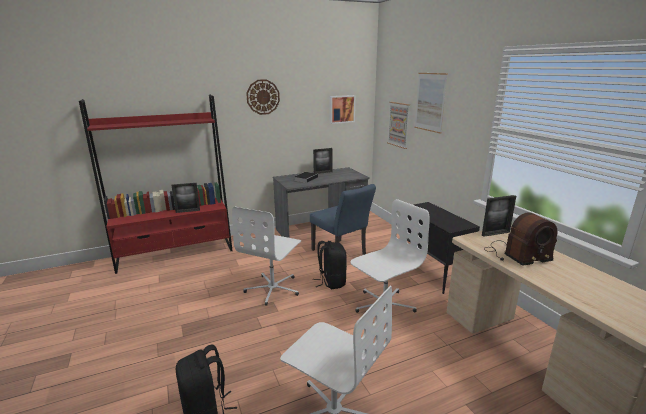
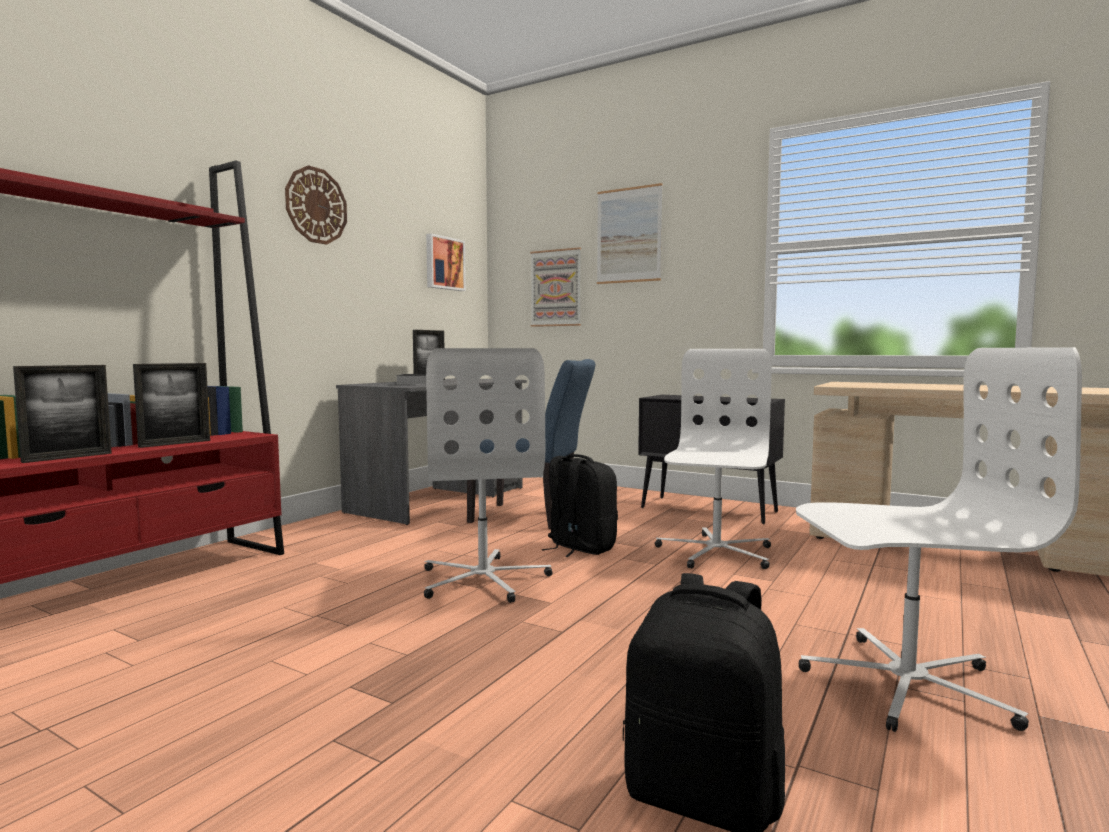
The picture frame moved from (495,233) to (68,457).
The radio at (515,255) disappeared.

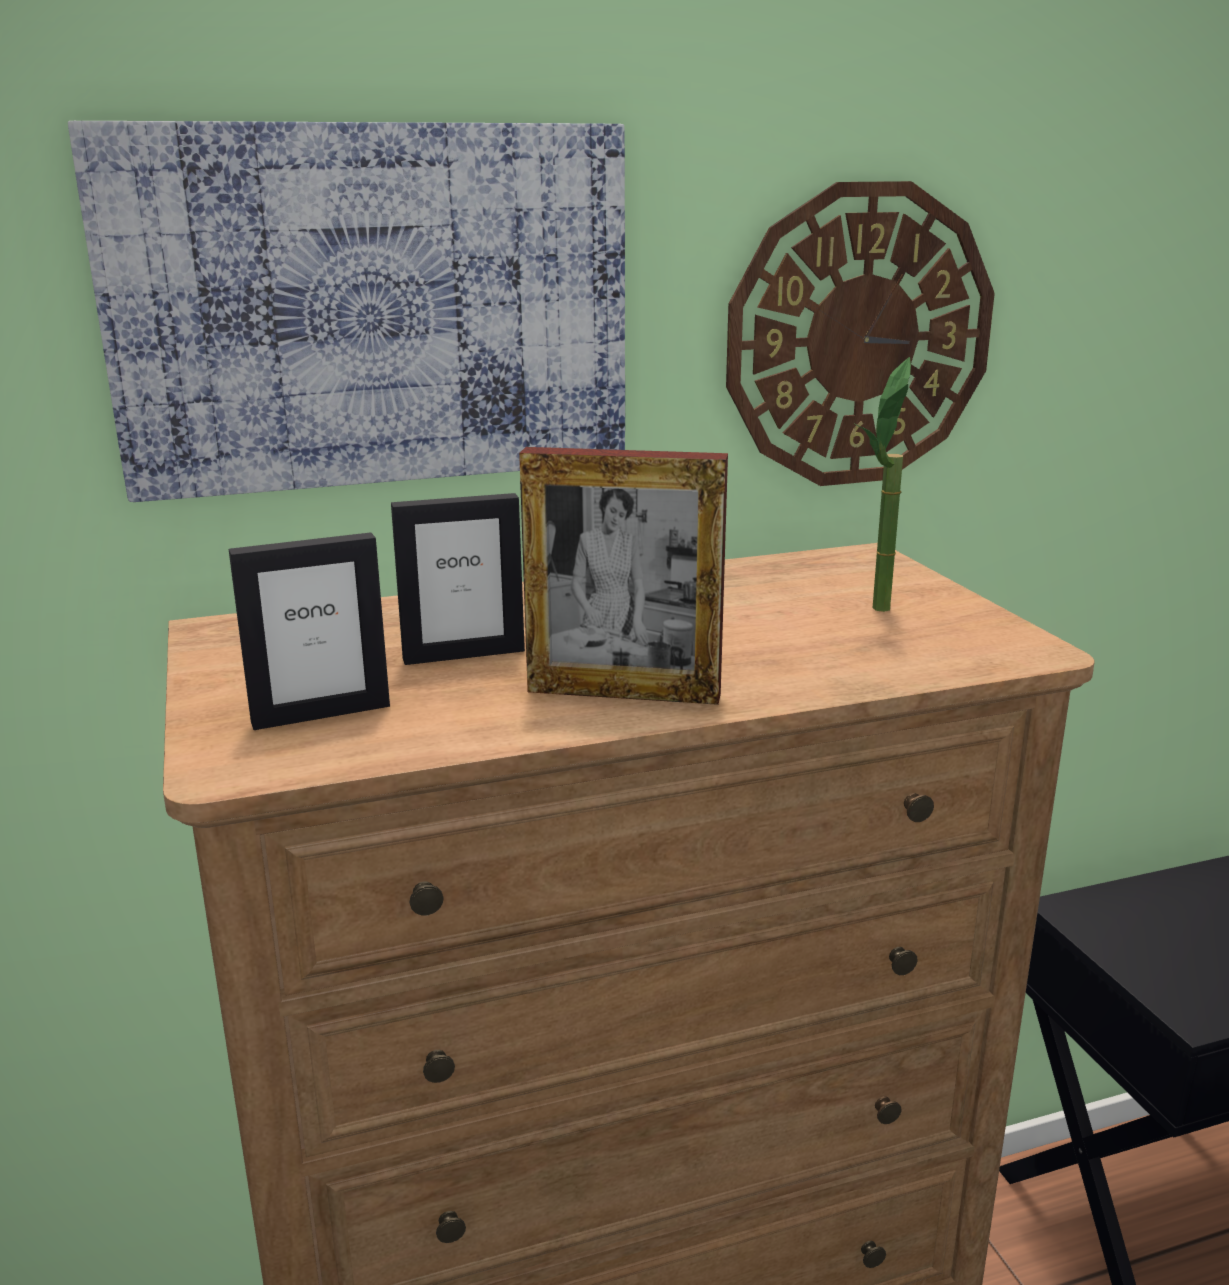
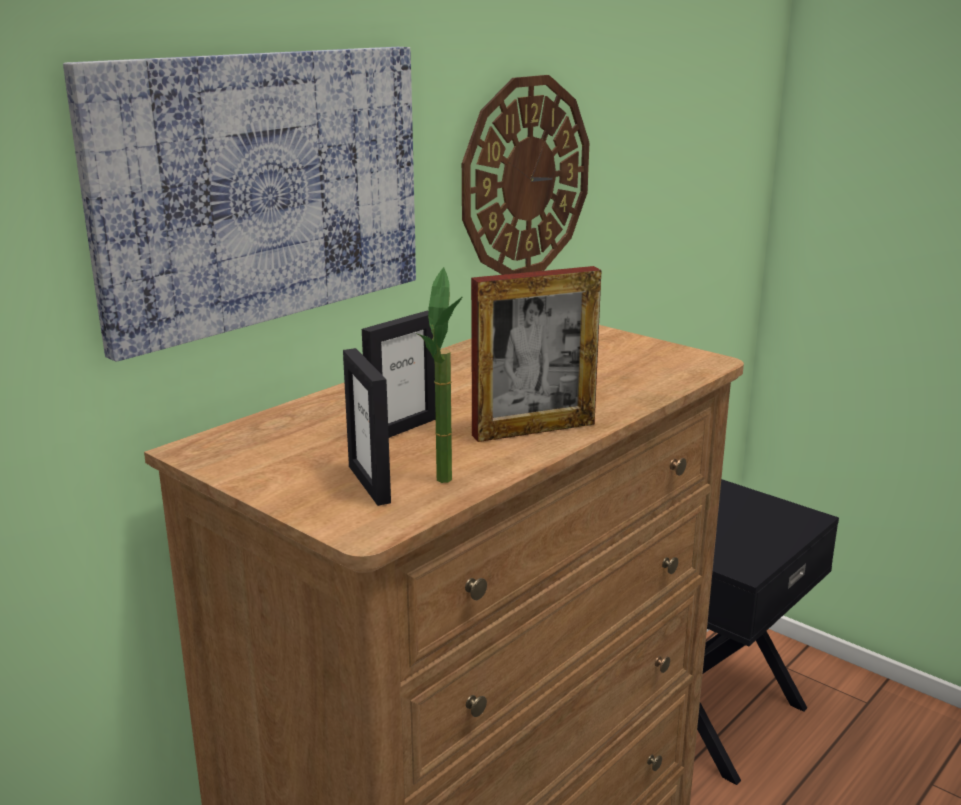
The picture frame at (321,714) turned 120 degrees clockwise.
The potted plant moved from (878,614) to (446,486).

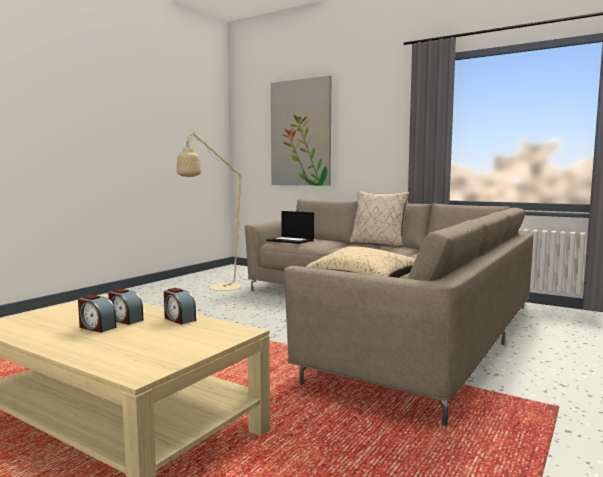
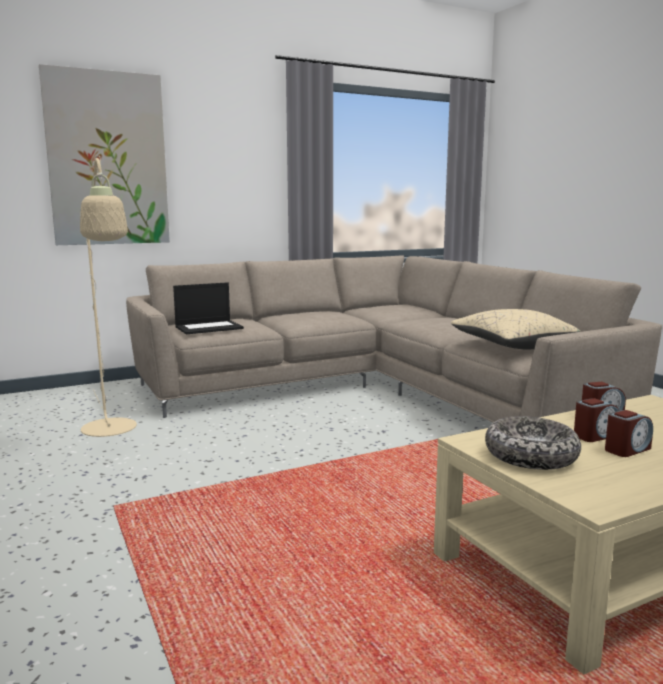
The serving bowl at (530,456) appeared.
The beige pillow at (378,244) disappeared.

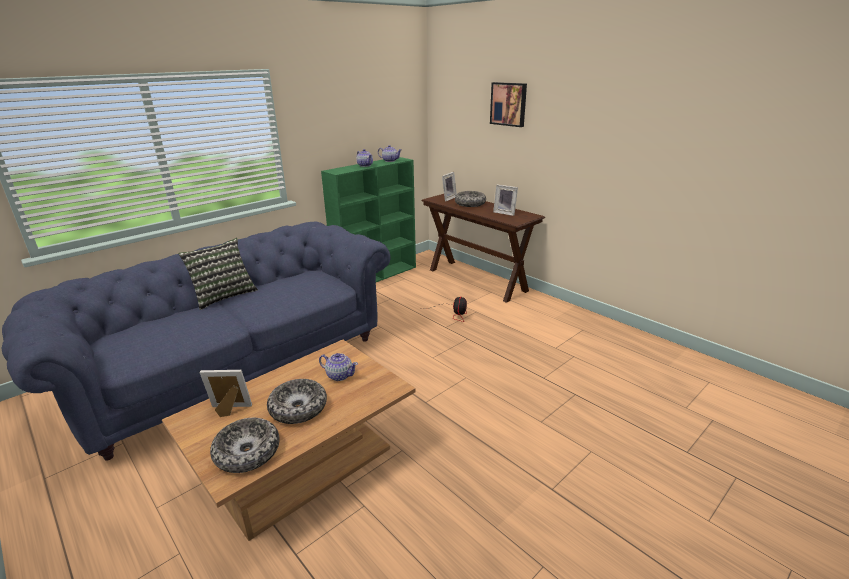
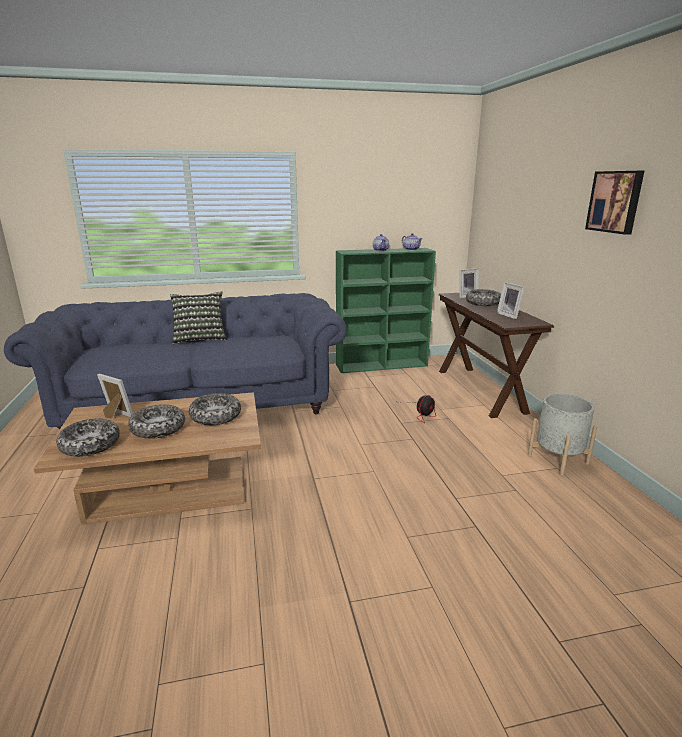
The teapot at (339,375) was replaced by the serving bowl at (216,416).
The gray planter at (558,459) appeared.
The wall picture moved from (509,104) to (615,202).

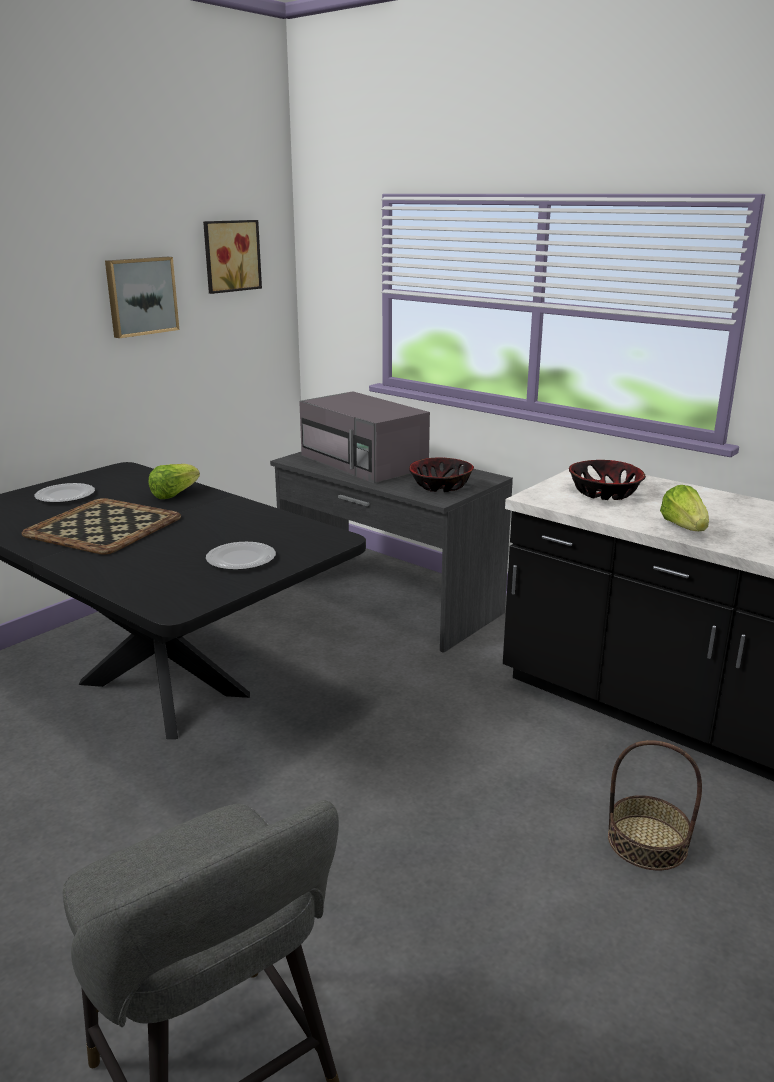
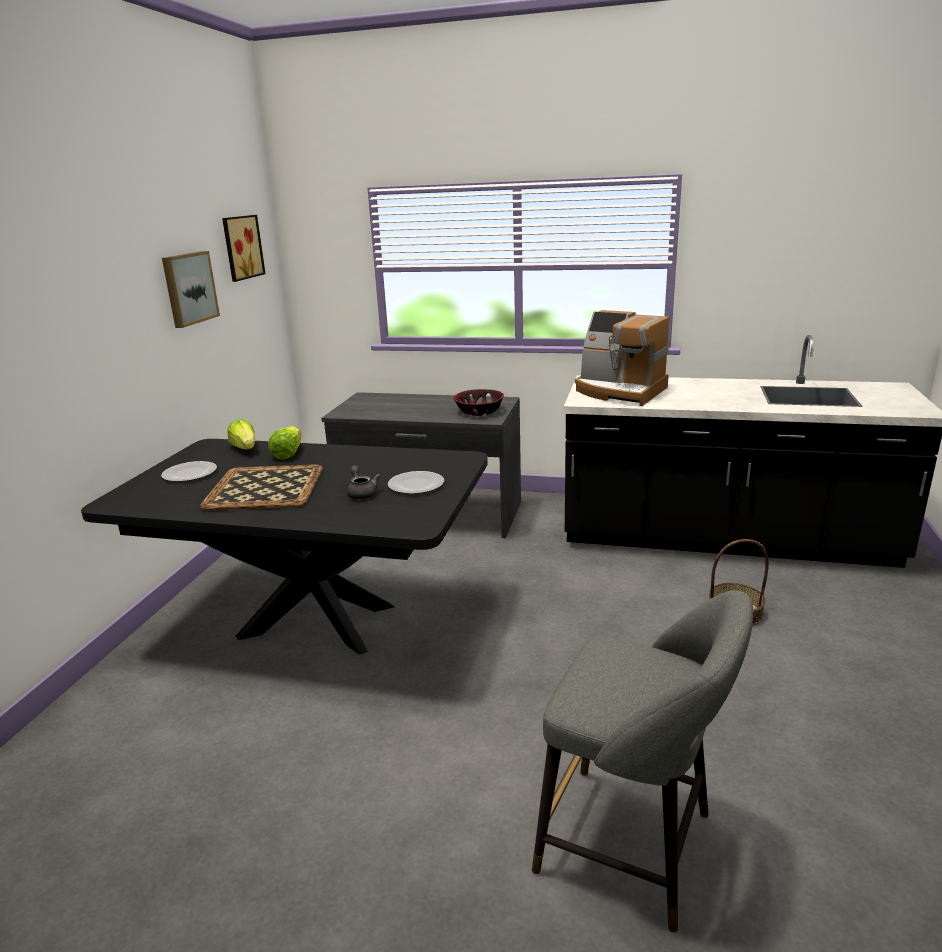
The lettuce head moved from (684,528) to (245,448).
The gray teapot at (362,493) appeared.
The serving bowl at (605,493) was replaced by the coffee machine at (620,391).
The gray microwave at (364,462) disappeared.

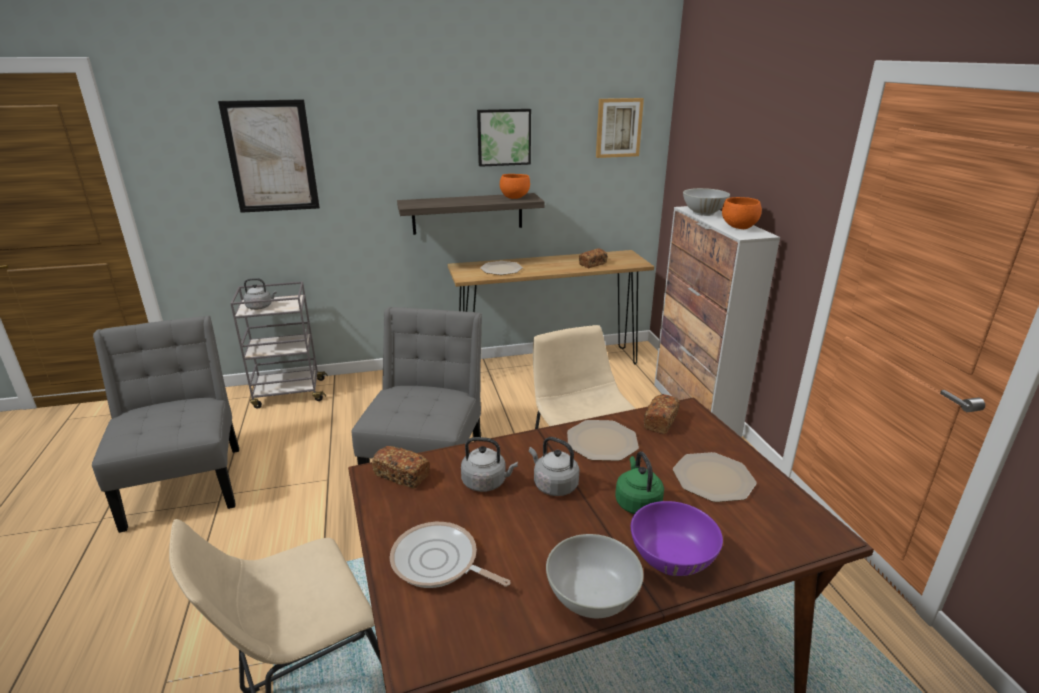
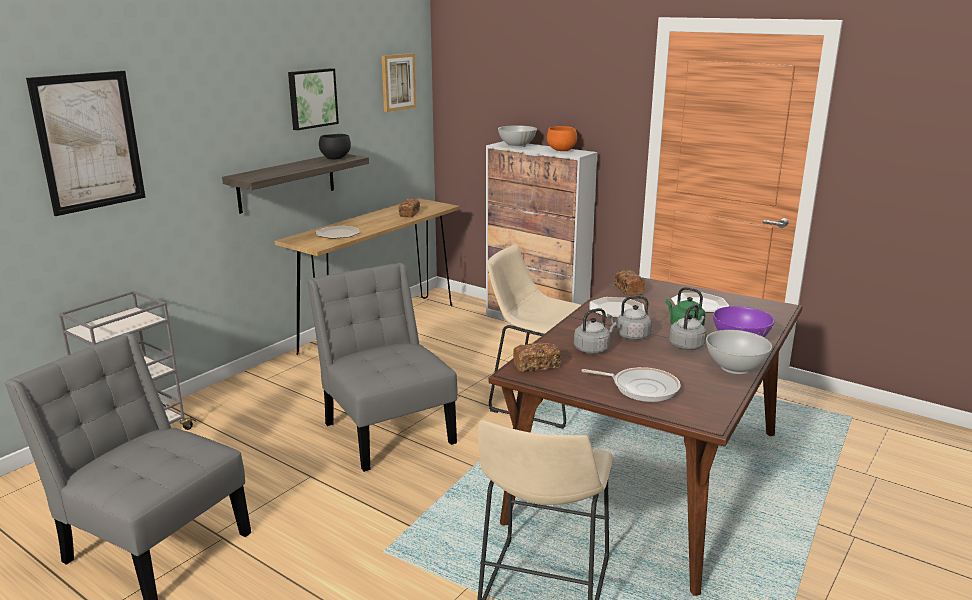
The orange serving bowl at (514,197) became the black serving bowl at (335,158).
The skillet at (438,562) turned 150 degrees counterclockwise.
The gray tea kettle moved from (261,307) to (687,345).

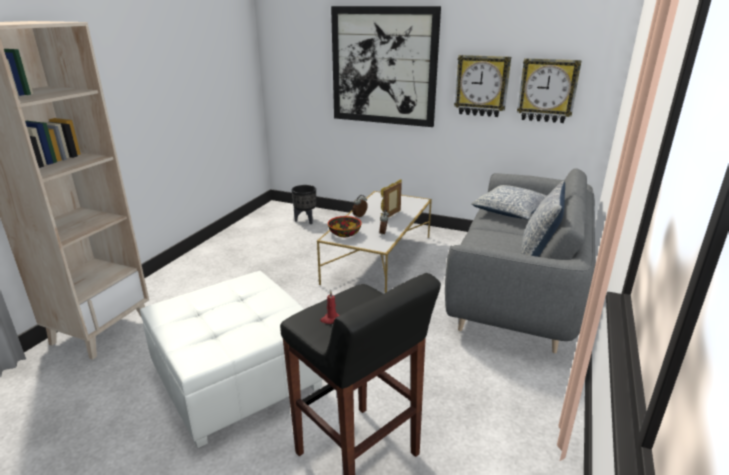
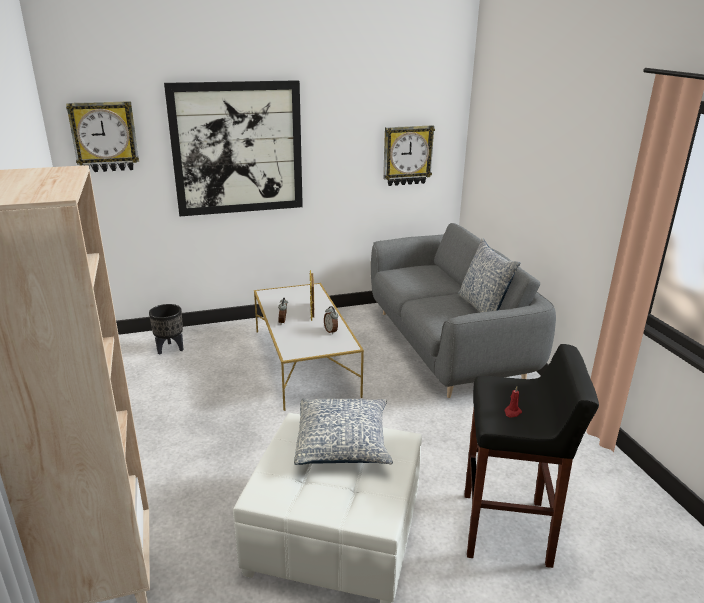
The clock on the wall moved from (482,86) to (104,137).
The pillow moved from (511,211) to (343,443).
The serving bowl at (344,234) disappeared.

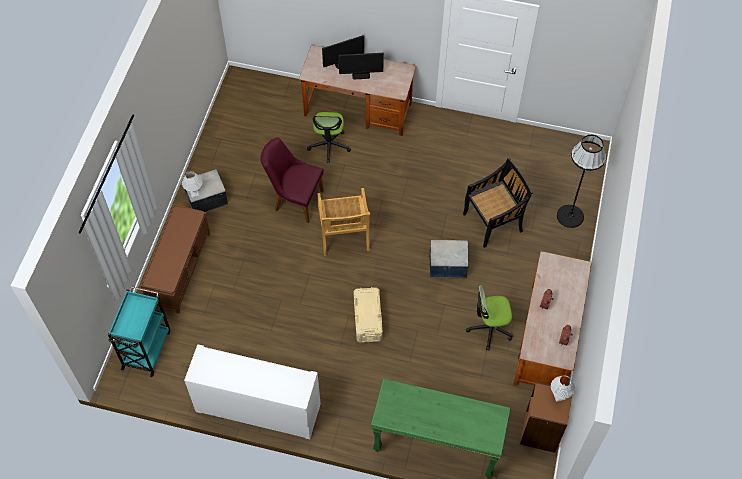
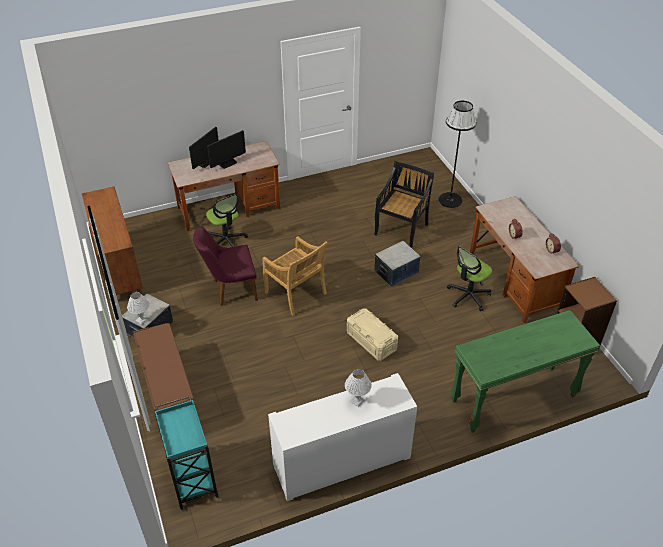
The brownish cabinet at (118,268) appeared.
The white table lamp moved from (559,396) to (357,400).

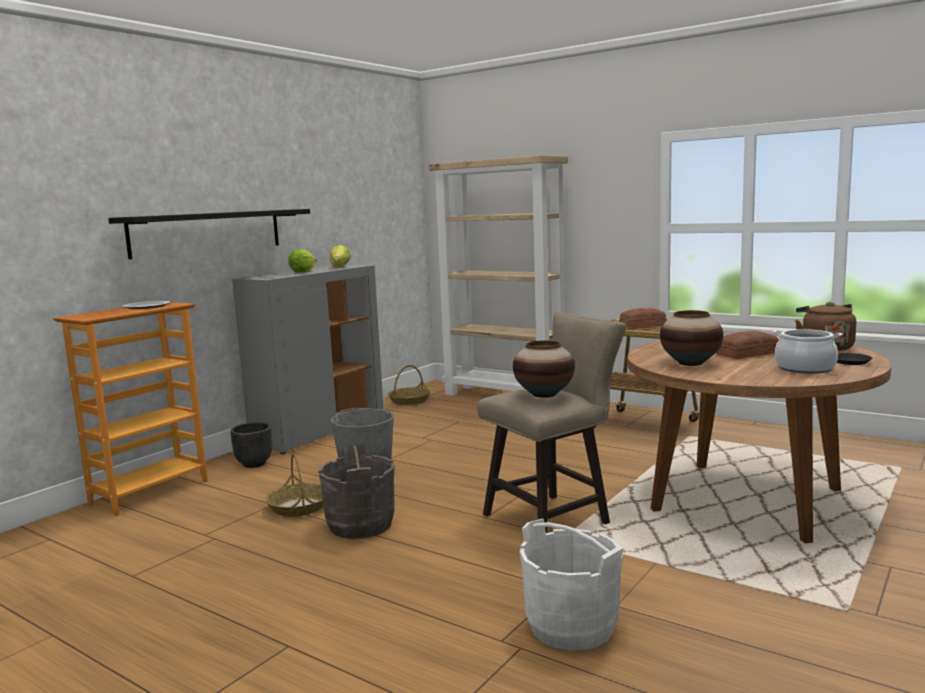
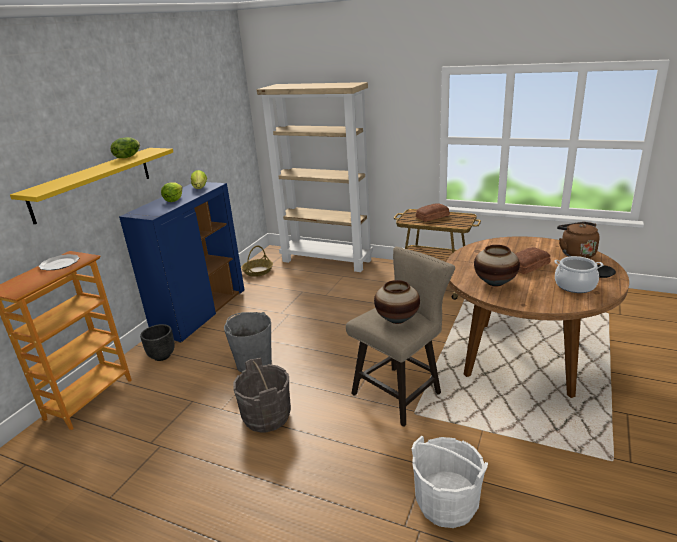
The black shelf at (208,232) became the yellow-coloured shelf at (93,183).
The lettuce head at (127,157) appeared.
The gray cabinet at (320,431) became the blue cabinet at (201,313).
The storage basket at (299,507) disappeared.

